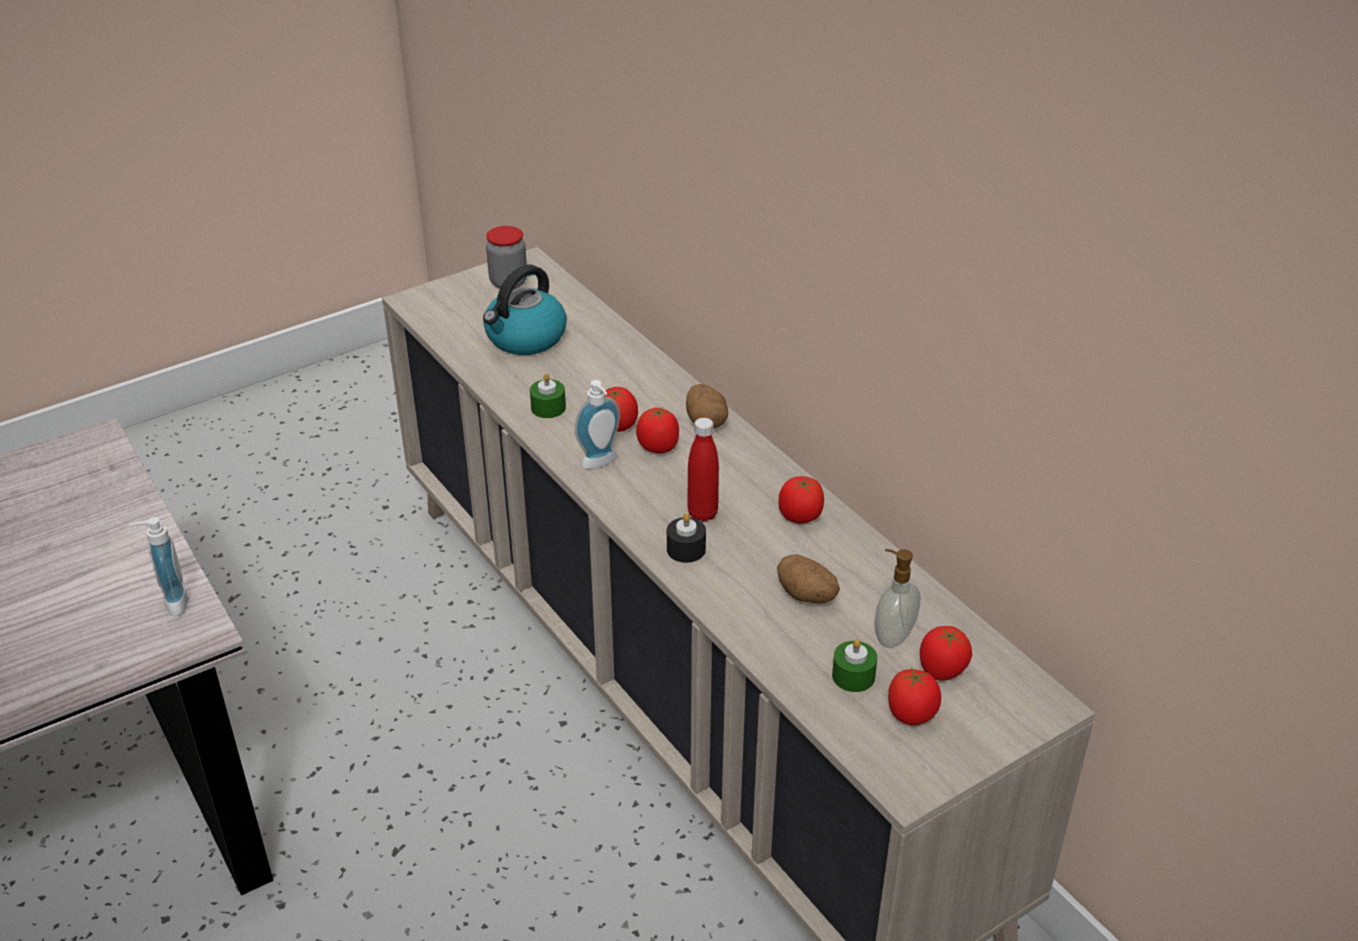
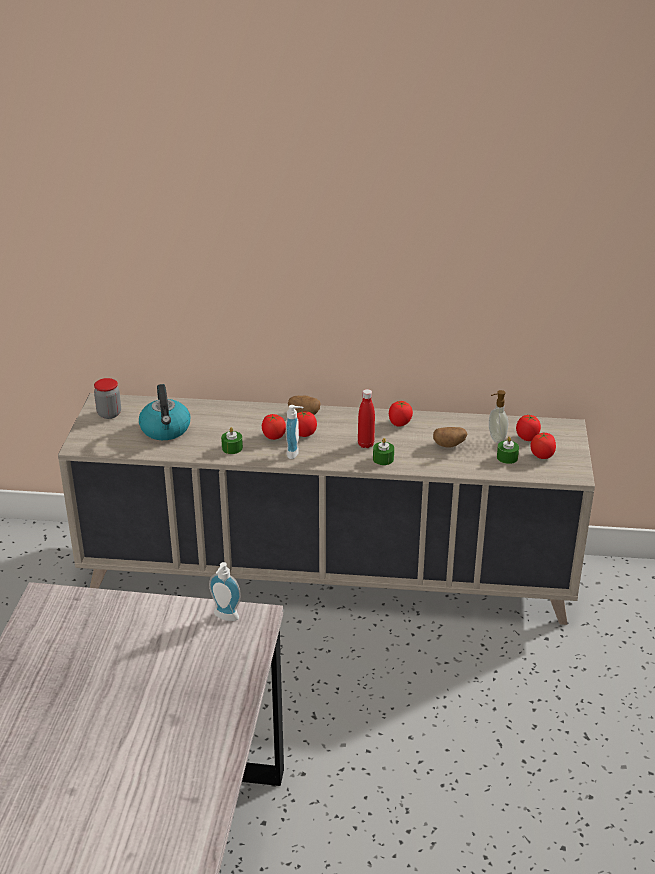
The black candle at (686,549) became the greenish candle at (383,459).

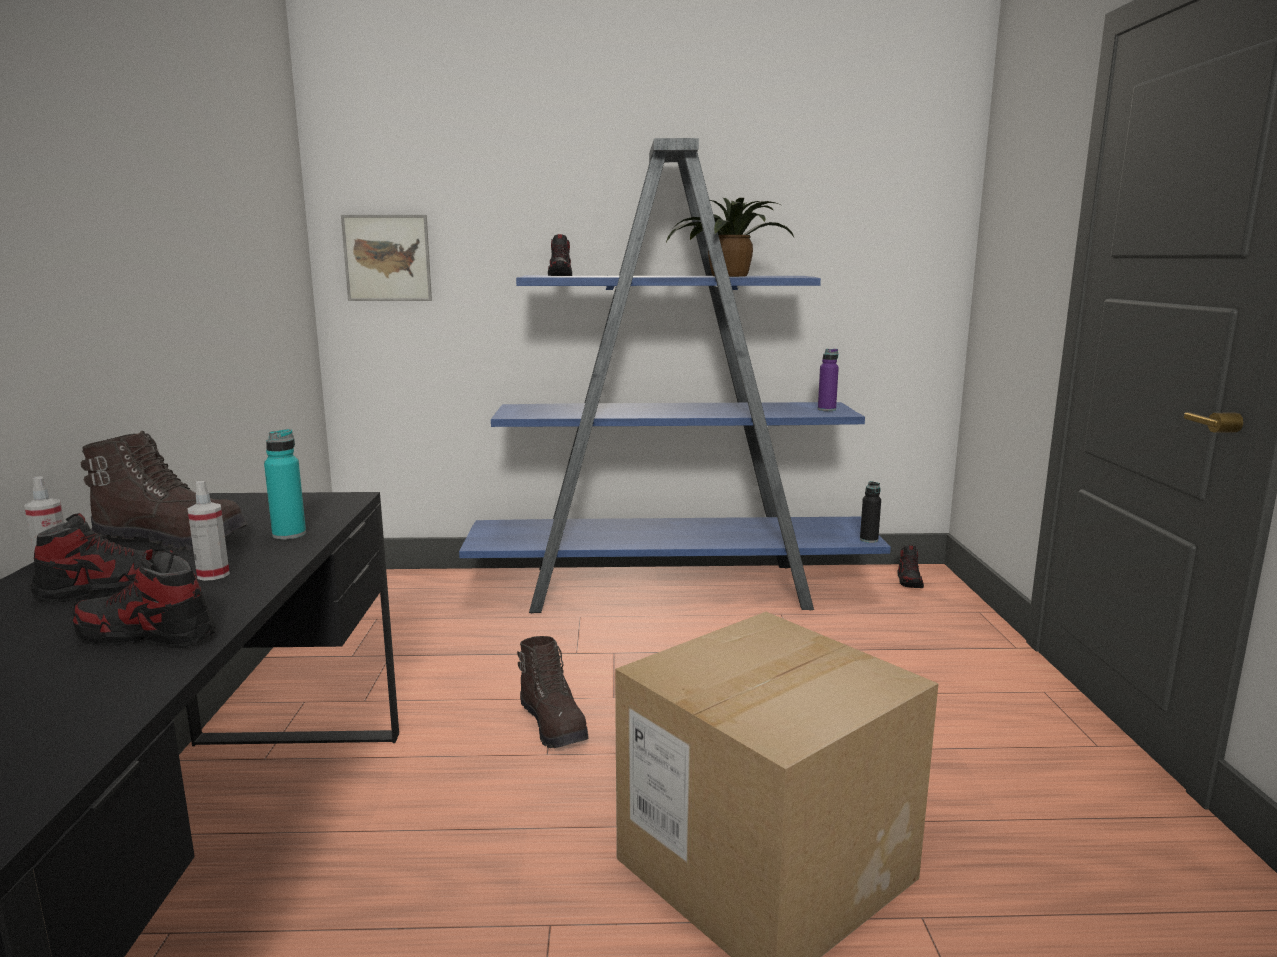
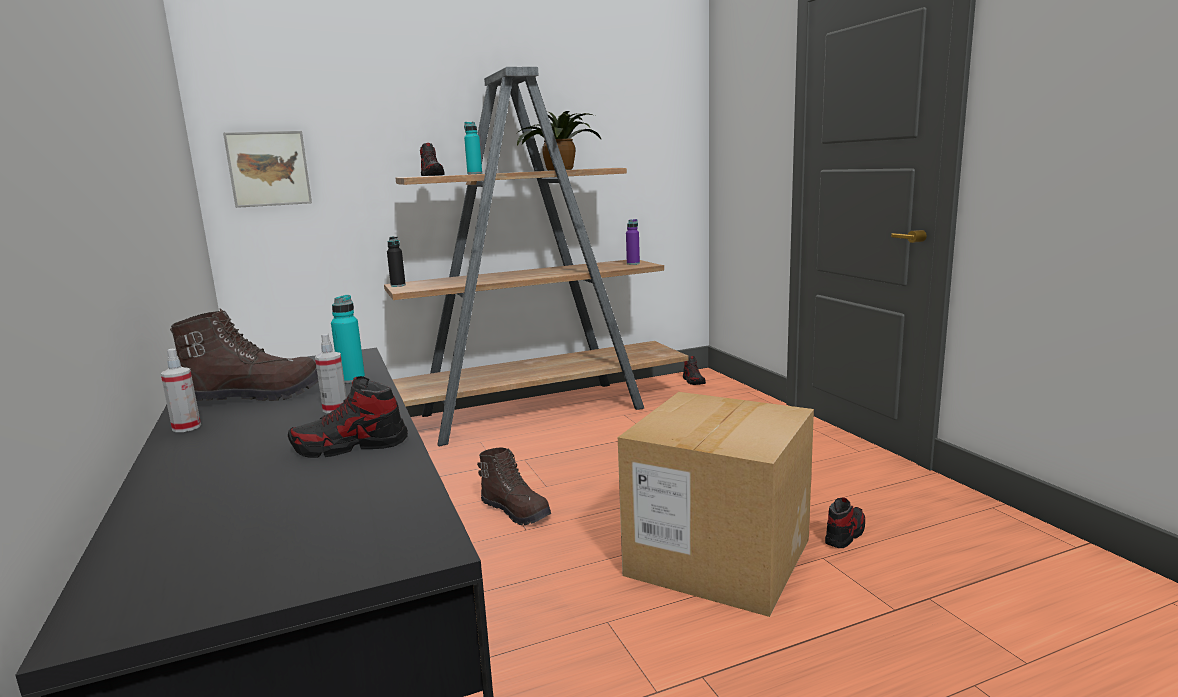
The blue bookcase at (673,588) became the brownish bookcase at (536,411).
The black beverage bottle moved from (869,540) to (398,285).
The turquoise beverage bottle at (474,174) appeared.
The low shoe moved from (109,588) to (845,534).

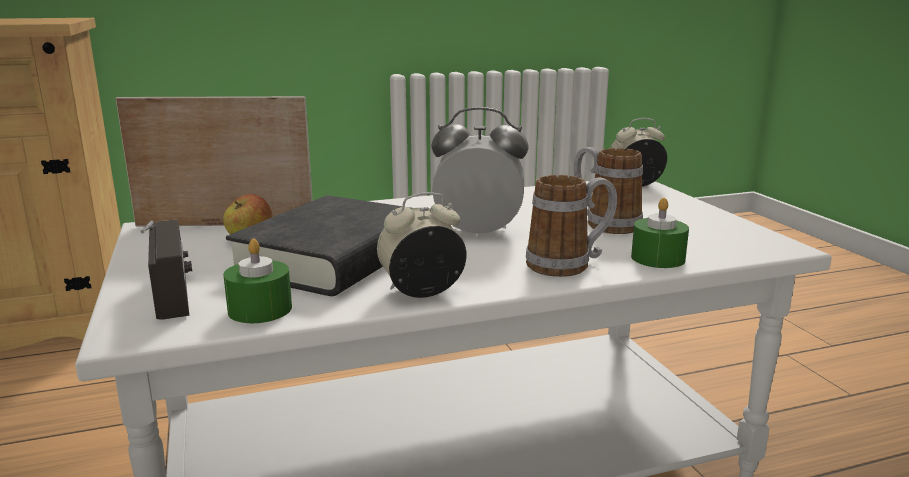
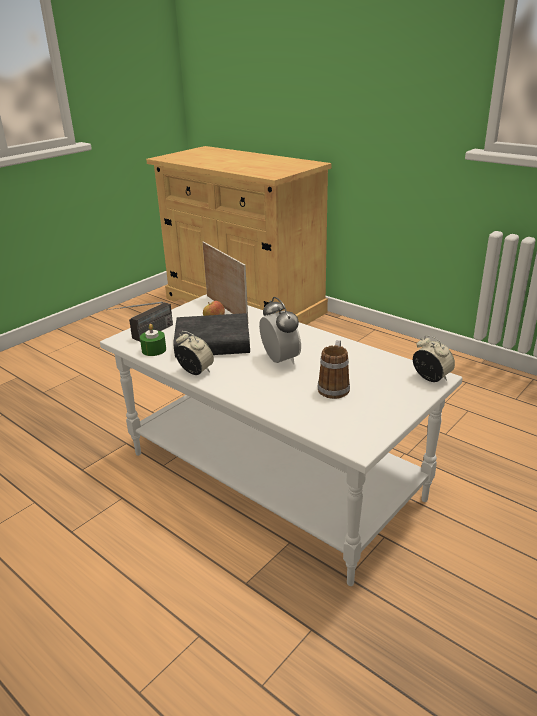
The coffee mug at (569,264) disappeared.
The greenish candle at (658,258) disappeared.

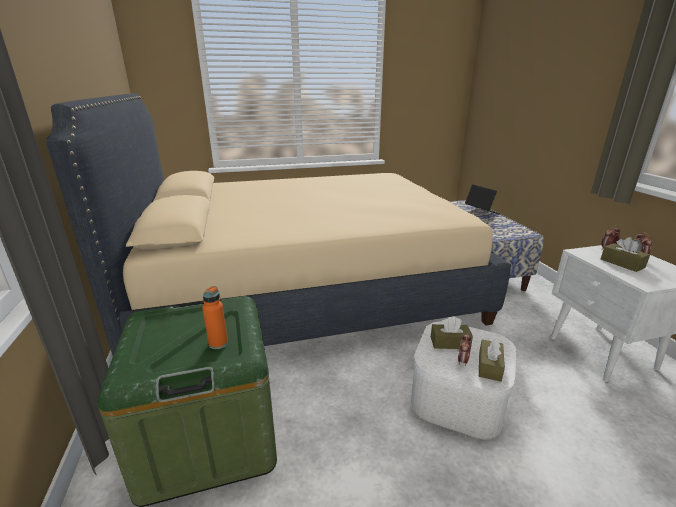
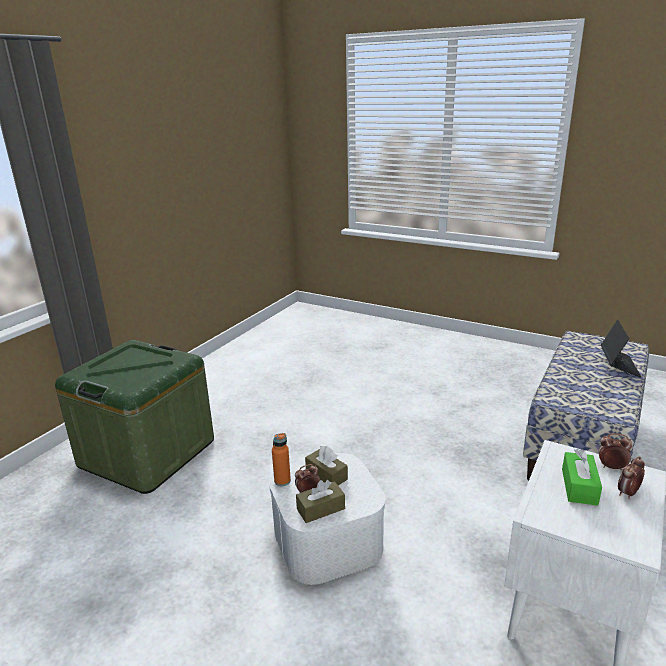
The orange beverage bottle moved from (218,343) to (282,481).
The brownish tissue box at (622,263) became the greenish tissue box at (579,486).
The beige bed at (305,288) disappeared.

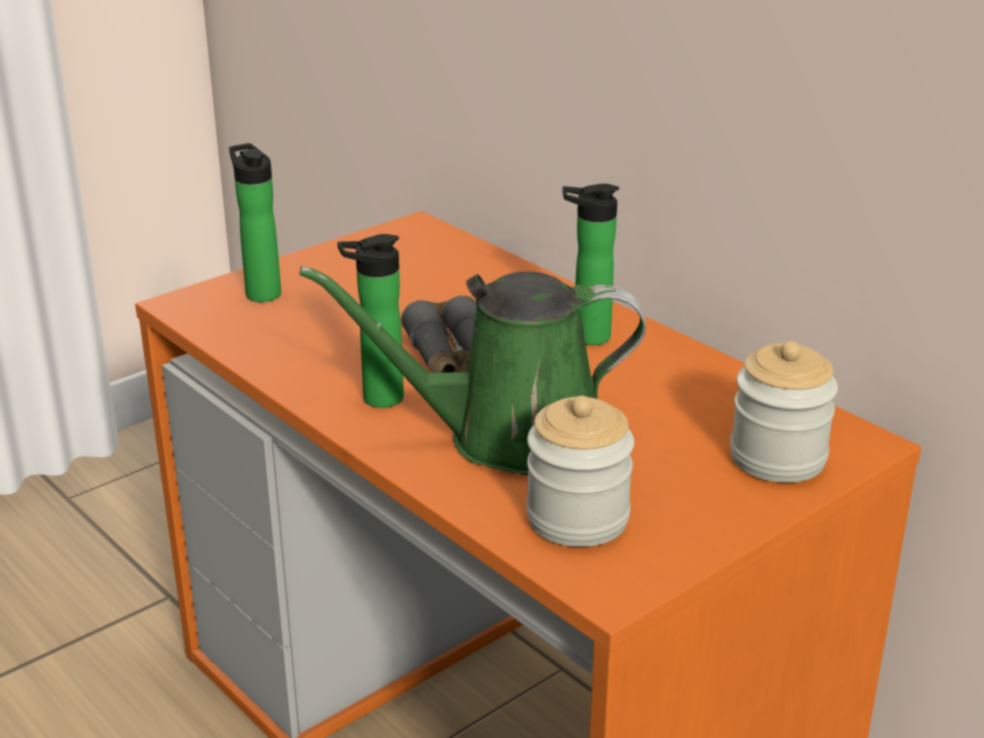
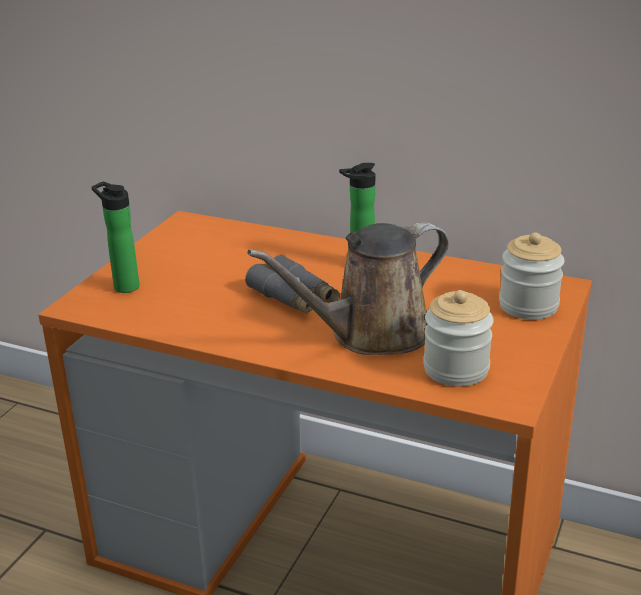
The greenish watering pot at (508,437) became the brownish watering pot at (371,334).
The beverage bottle at (376,399) disappeared.

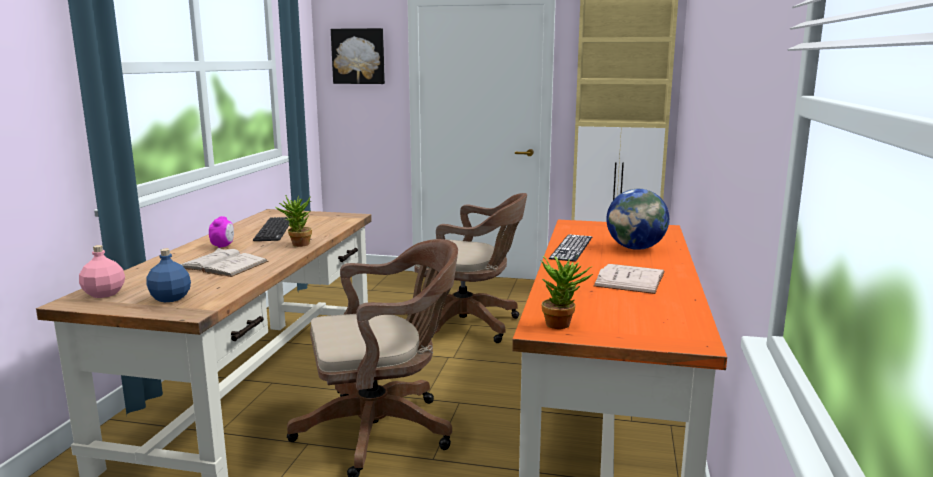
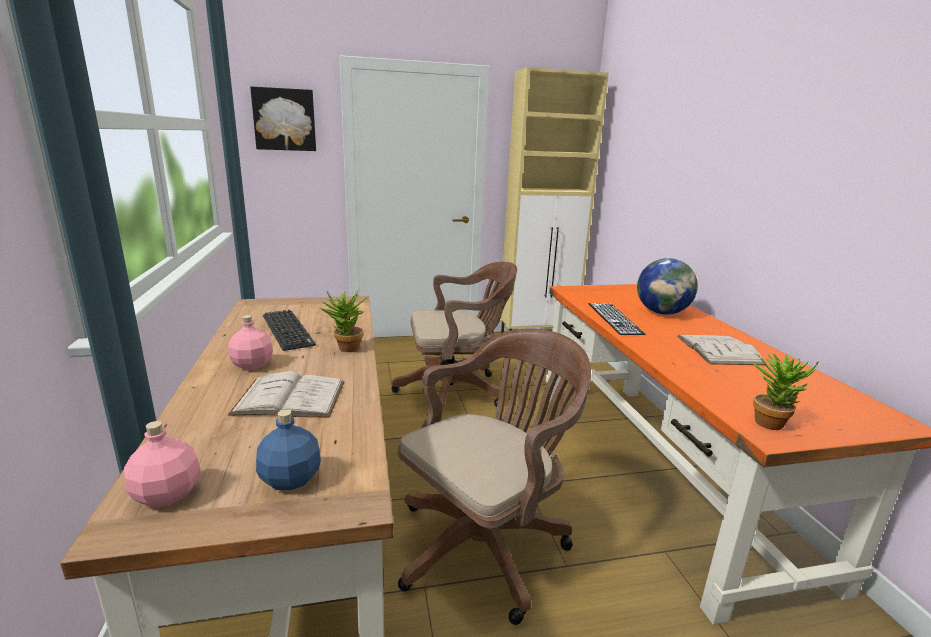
The alarm clock at (223,246) was replaced by the pinkish beverage bottle at (252,364).

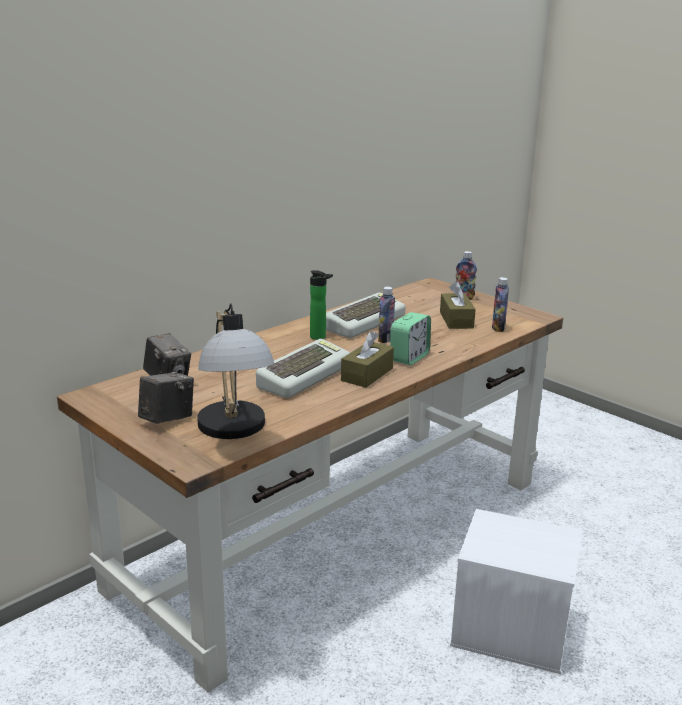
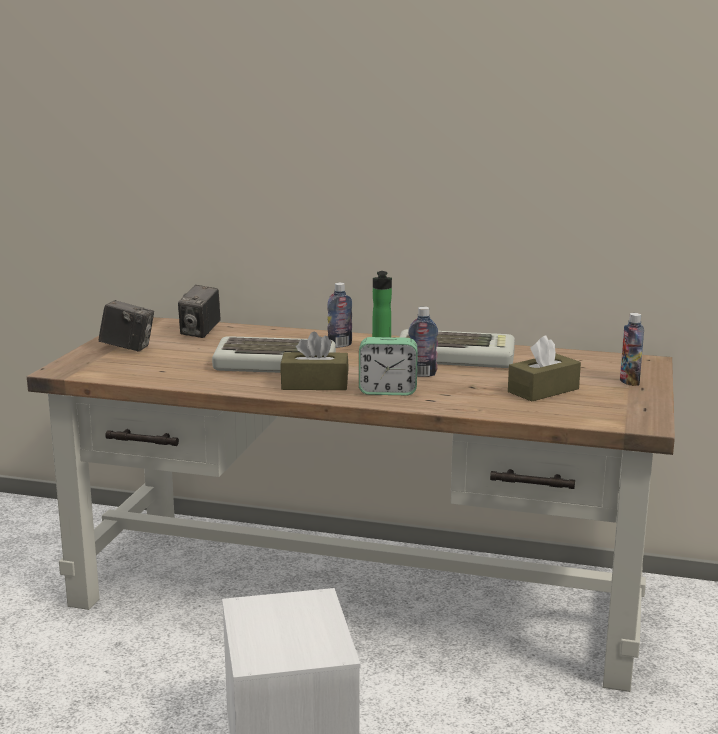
The beverage bottle moved from (498,328) to (339,345).
The table lamp at (234,432) disappeared.

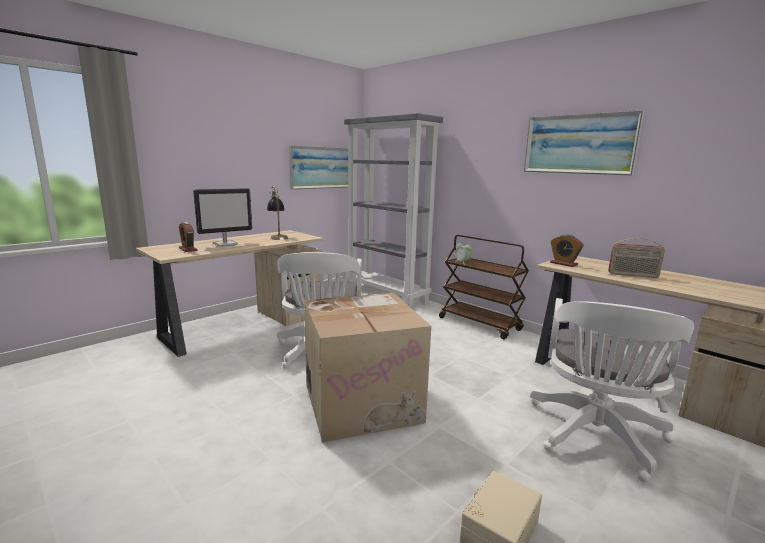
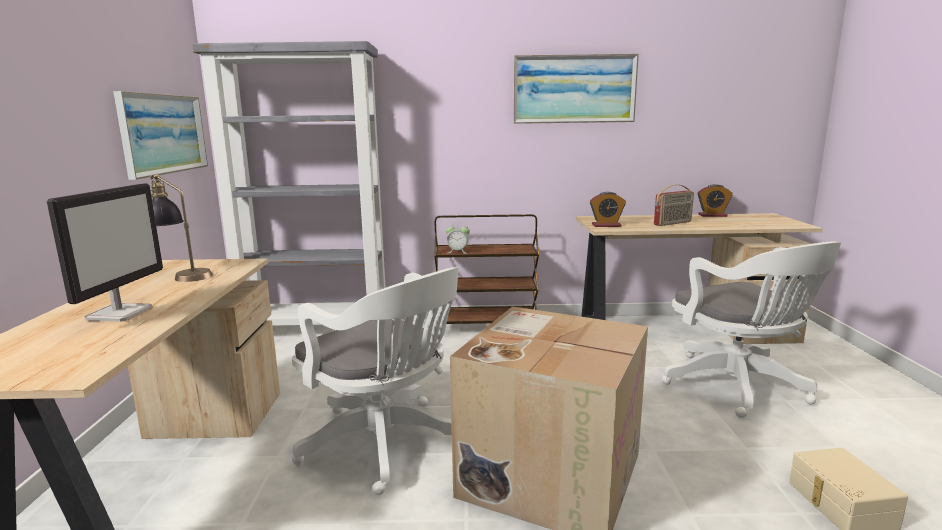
The alarm clock moved from (188,249) to (712,215).

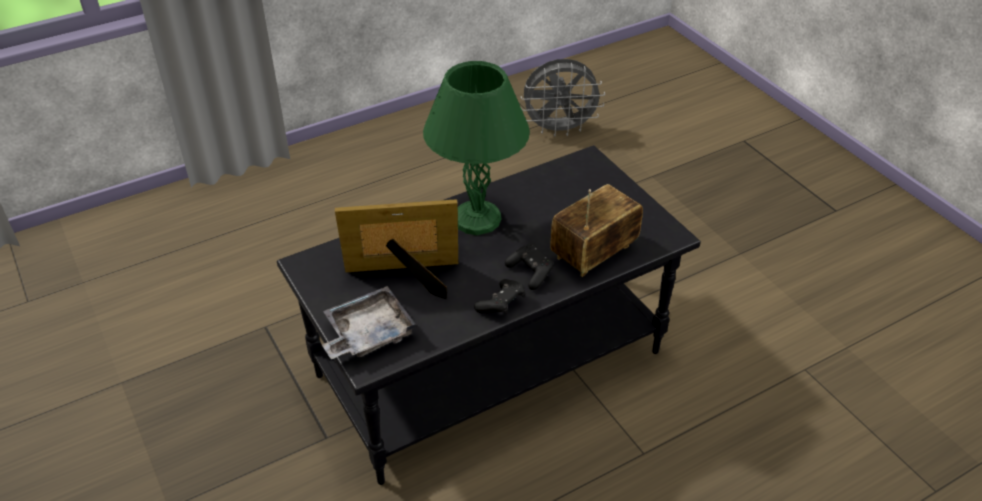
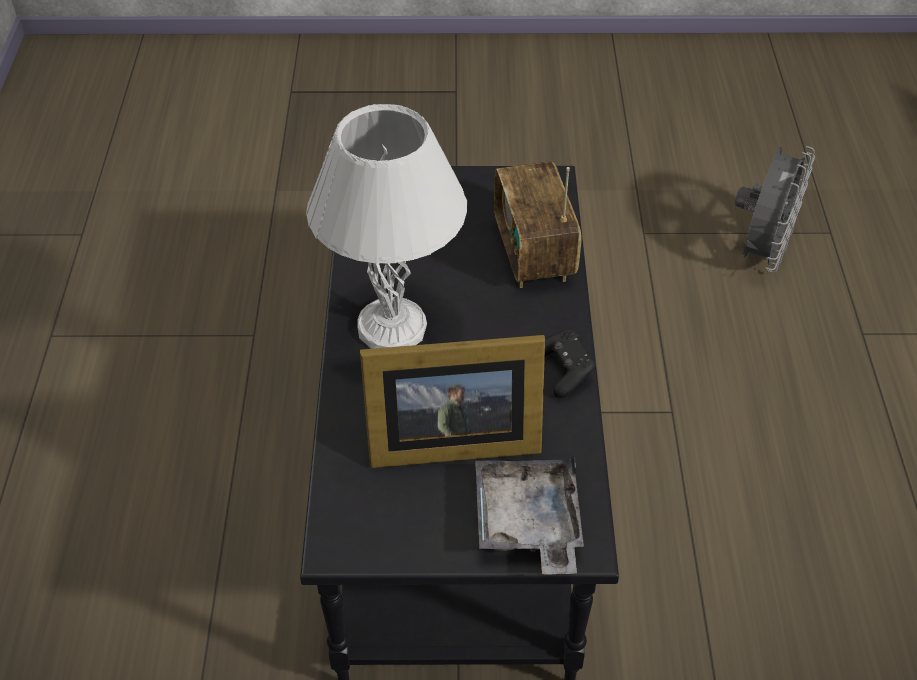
The greenish table lamp at (477,220) became the white table lamp at (394,328).
The picture frame at (406,276) turned 120 degrees counterclockwise.
The gray cooling fan moved from (559,129) to (761,253).
The black gamepad at (530,272) disappeared.

